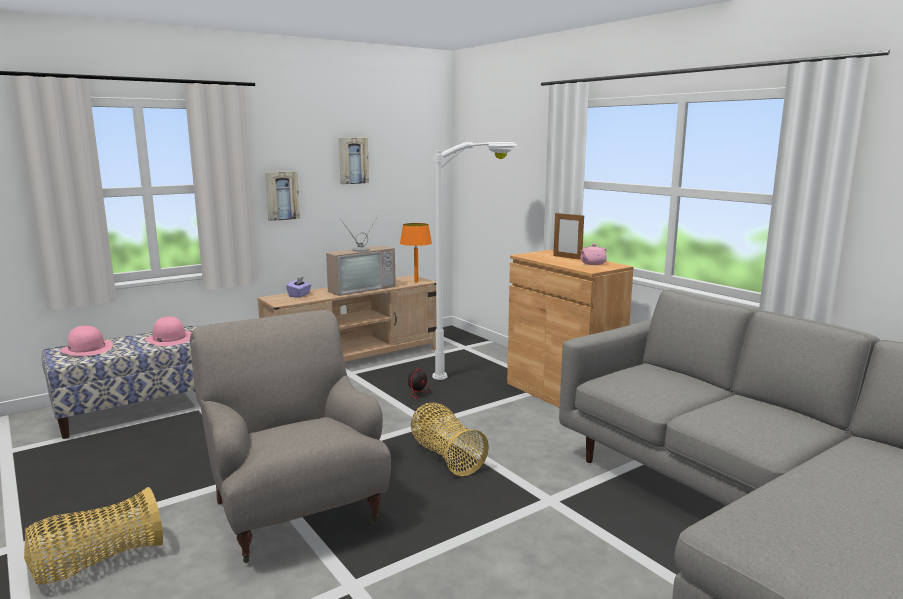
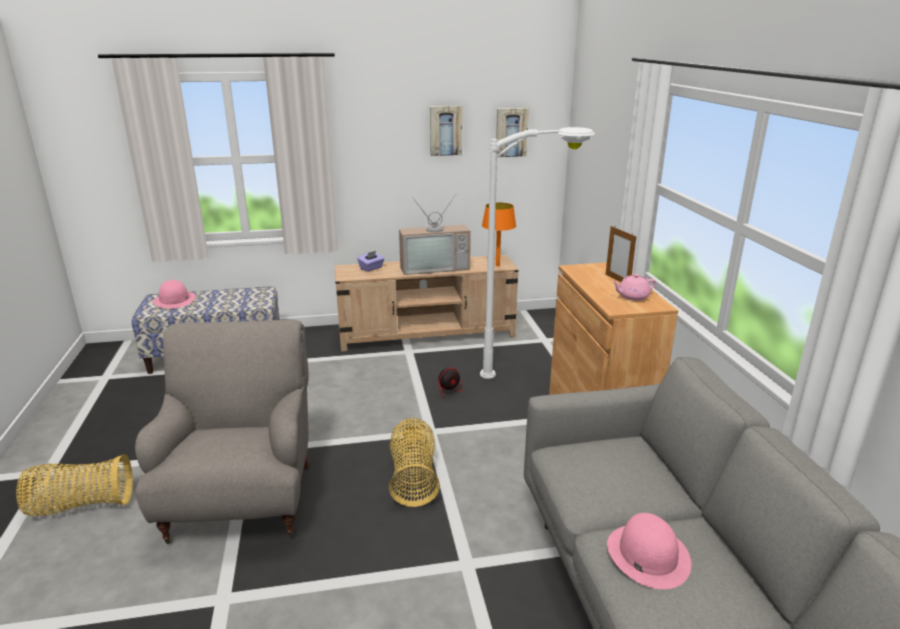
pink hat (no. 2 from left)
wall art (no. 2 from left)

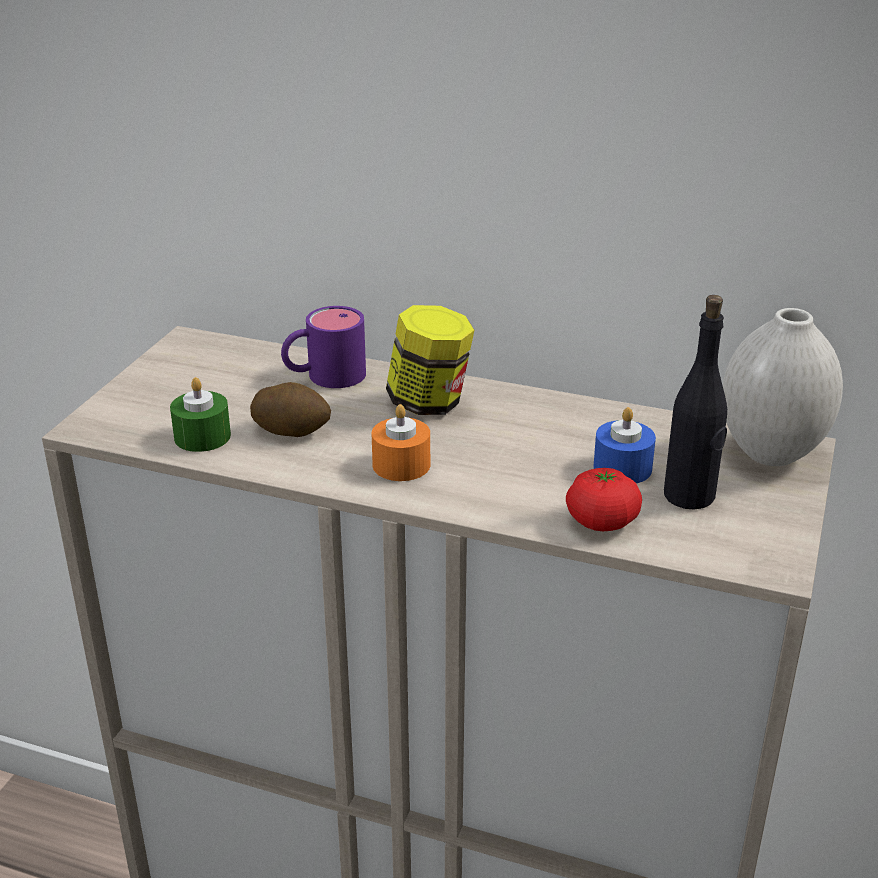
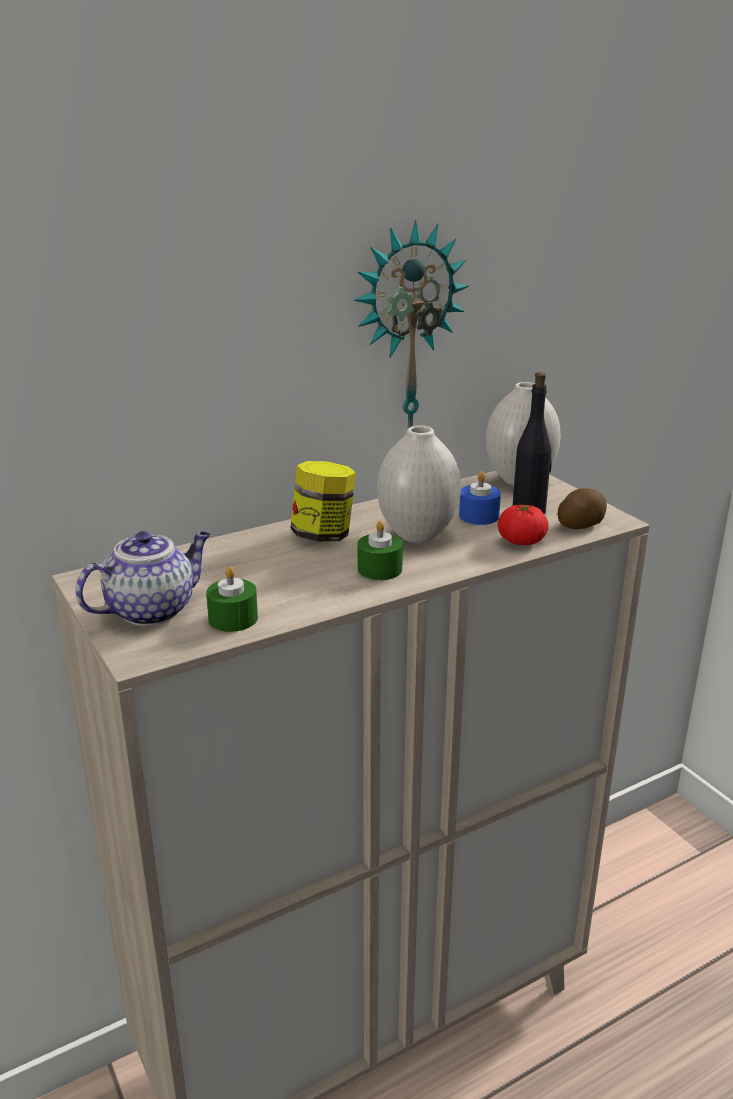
potato
purple coffee mug
green wax light (no. 2 from left)
teapot
clock on the wall
whitish vase (no. 1 from left)

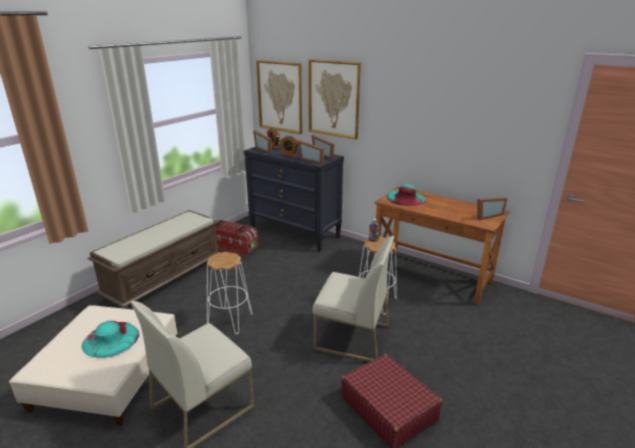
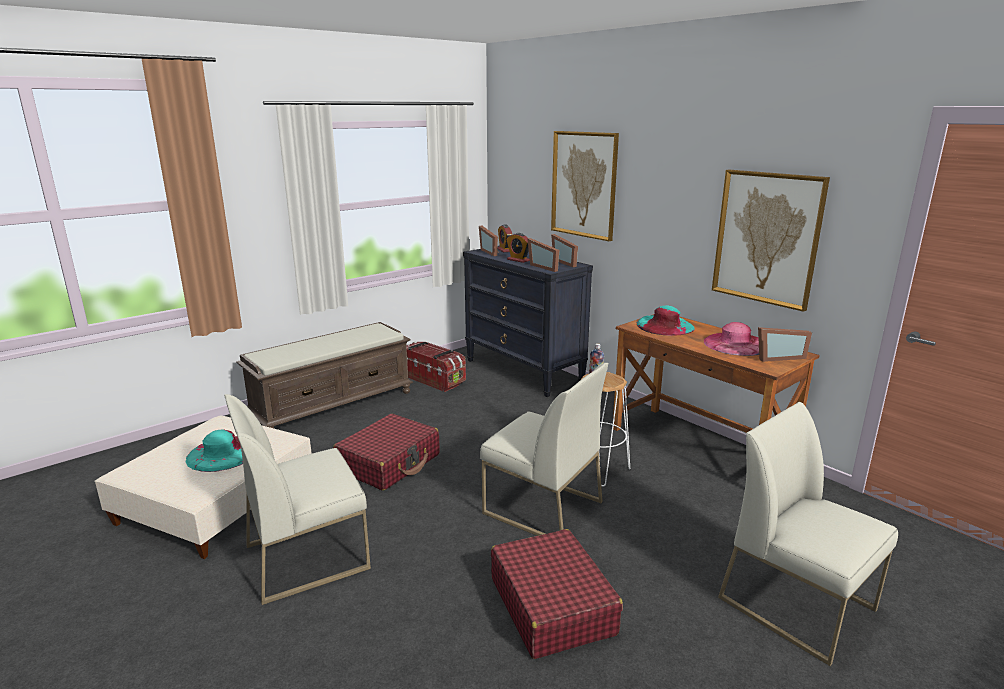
reddish travel case (no. 1 from left)
wall art (no. 2 from left)
pink hat
whitish upright chair (no. 3 from left)

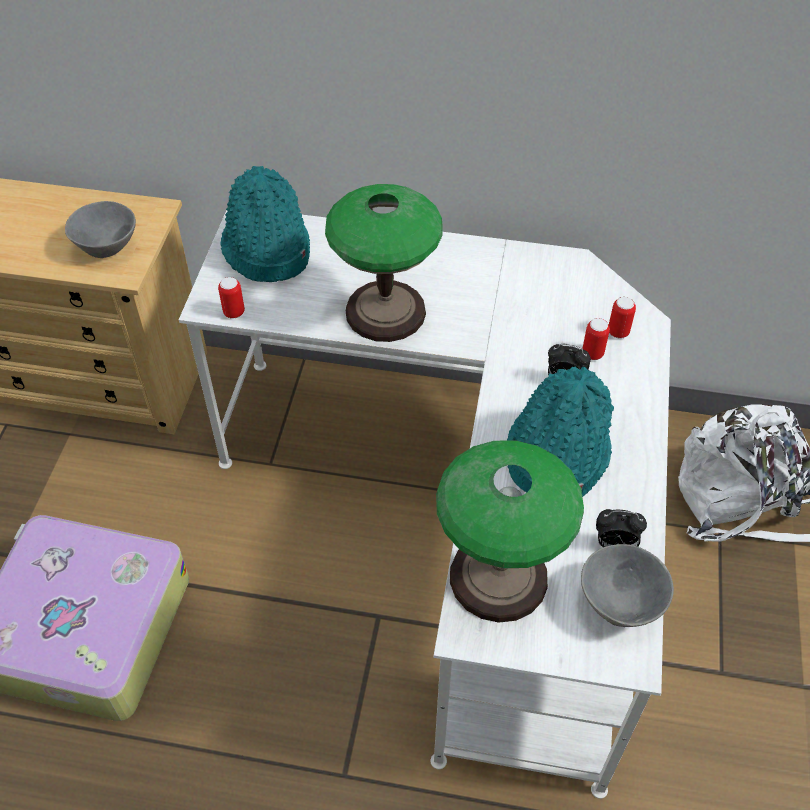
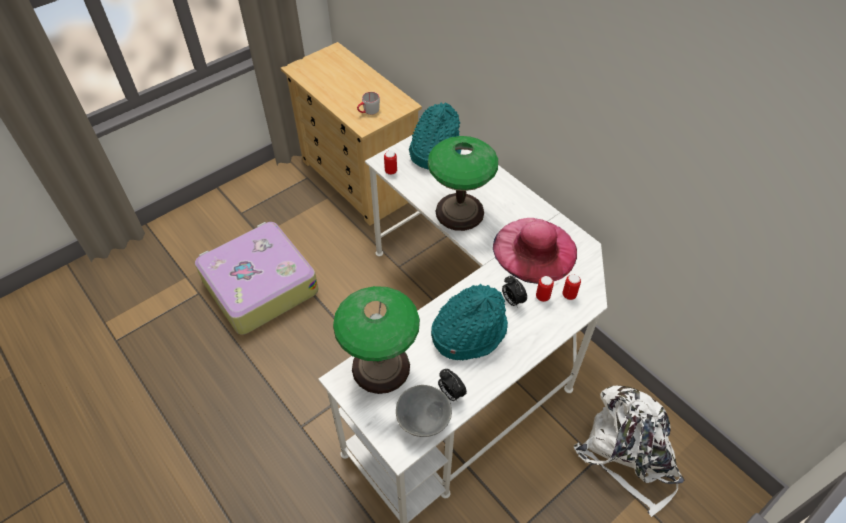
gray coffee mug
pink hat

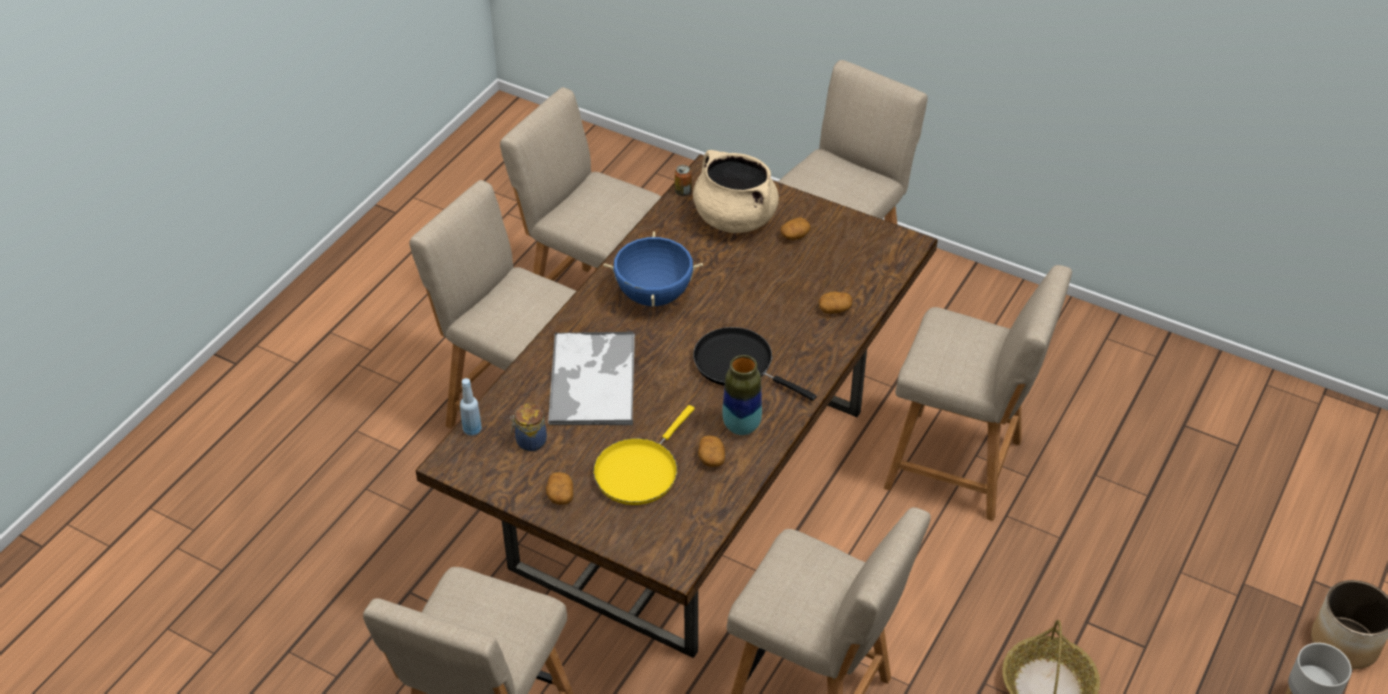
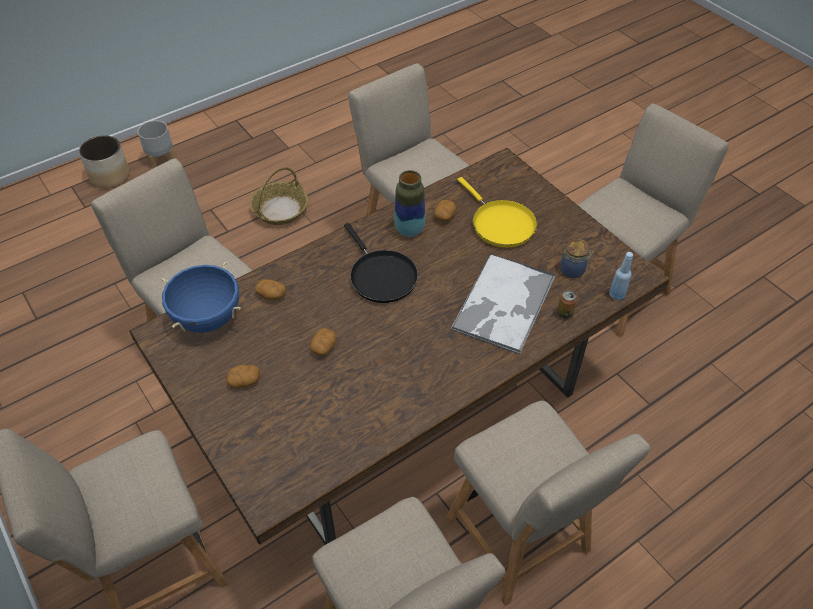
potato (no. 3 from left)
yellowish pan
blue-coloured saucepot
sealed can
beige saucepot

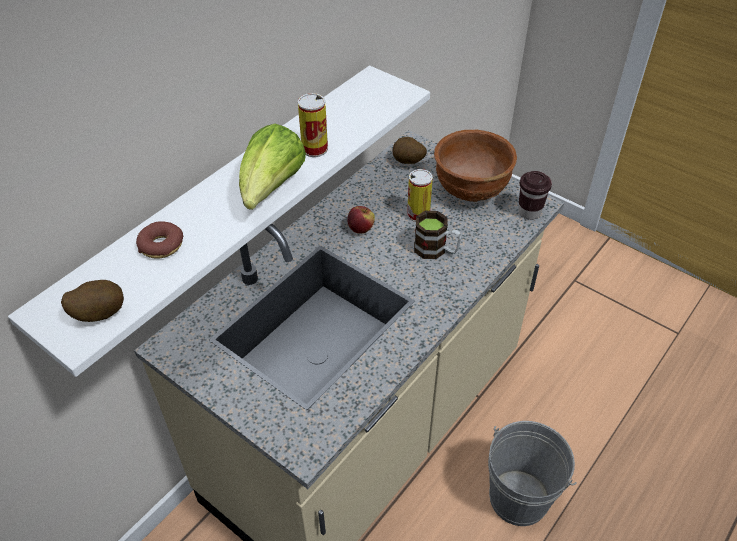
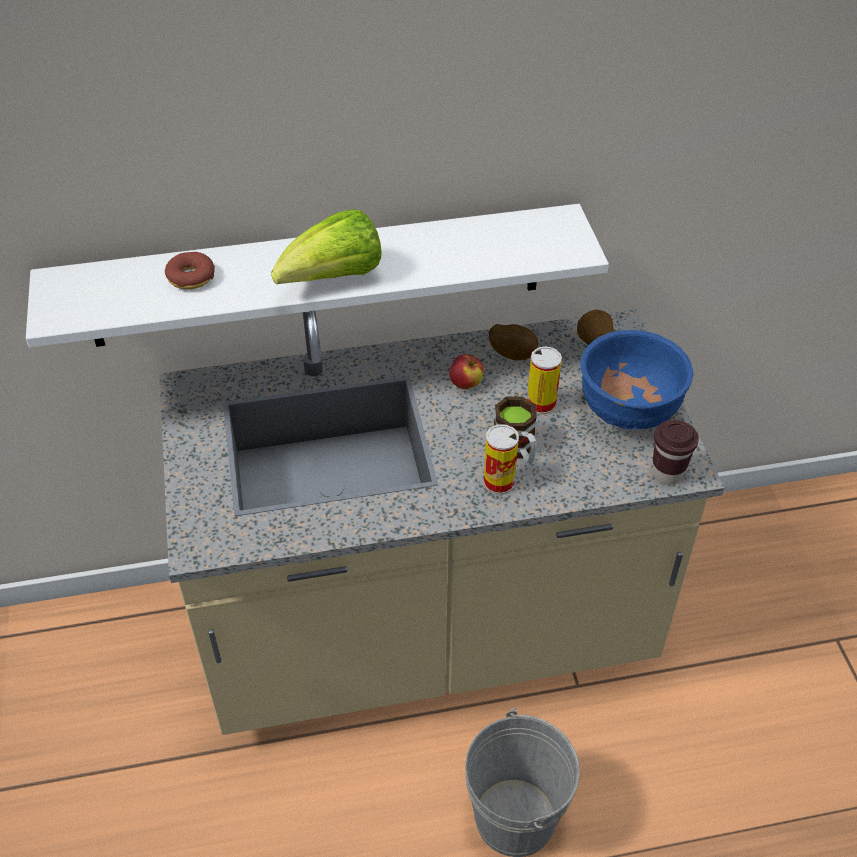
potato (no. 1 from left)
sealed can (no. 1 from left)
blue-coloured bowl

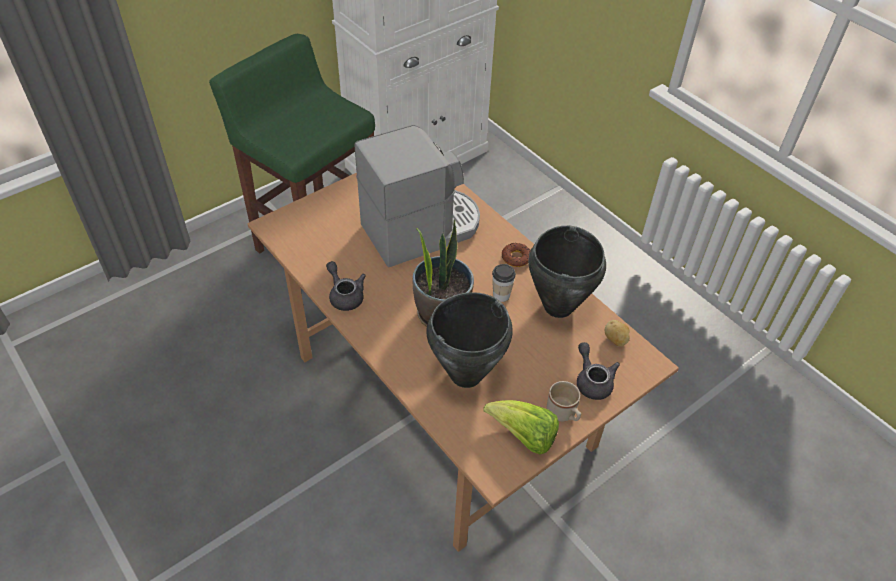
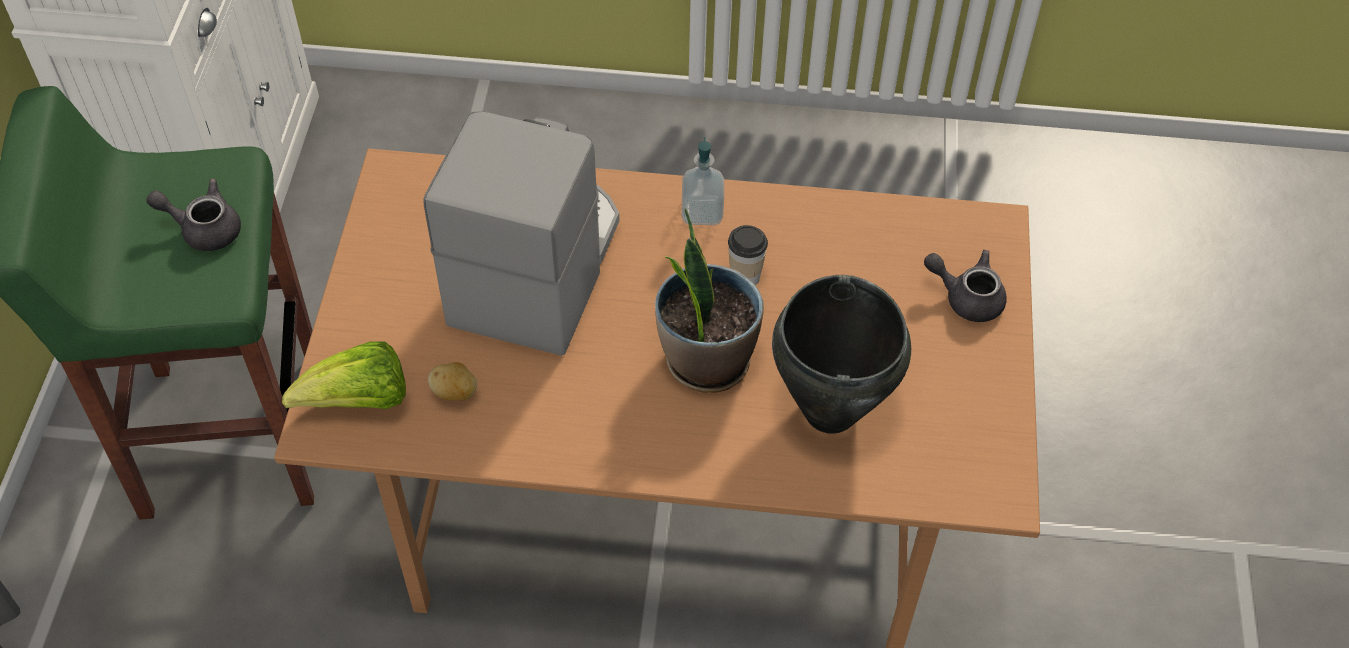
gray teapot (no. 1 from left)
lettuce
soap dispenser
black saucepot (no. 2 from left in the first image)
beige coffee mug
potato

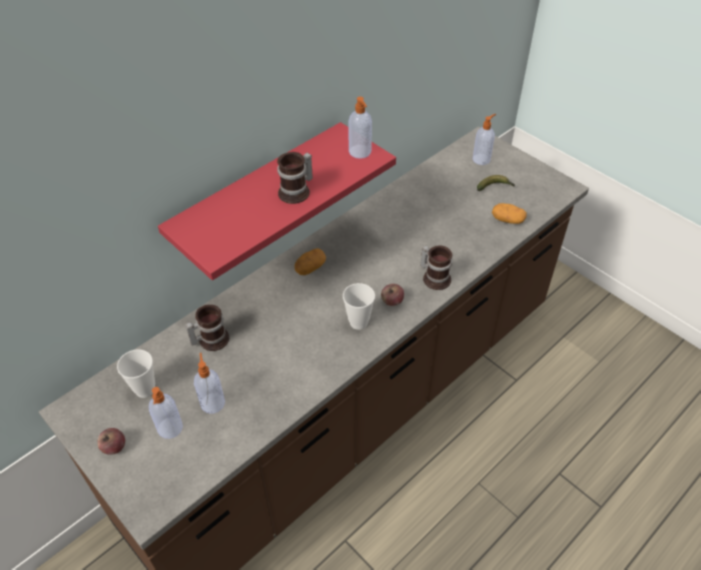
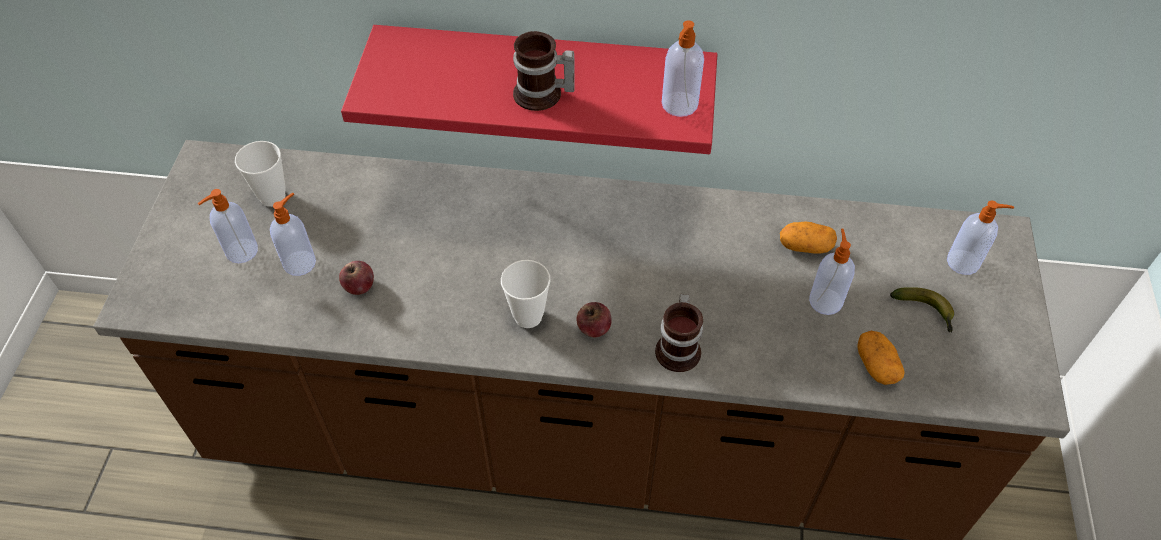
apple fruit (no. 1 from left)
coffee mug (no. 1 from left in the first image)
potato (no. 1 from left)
soap dispenser (no. 4 from left)

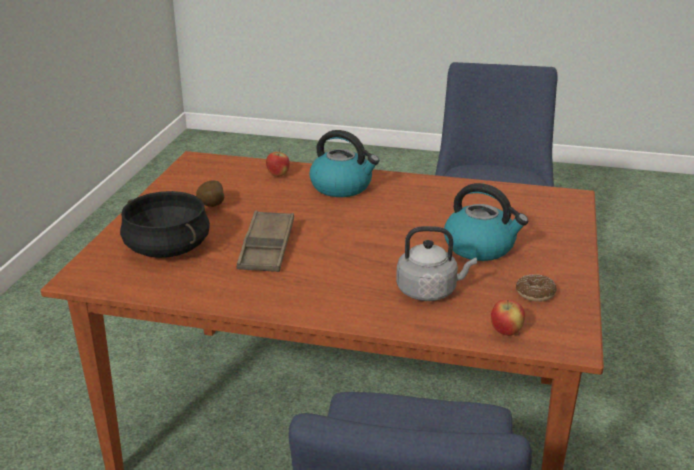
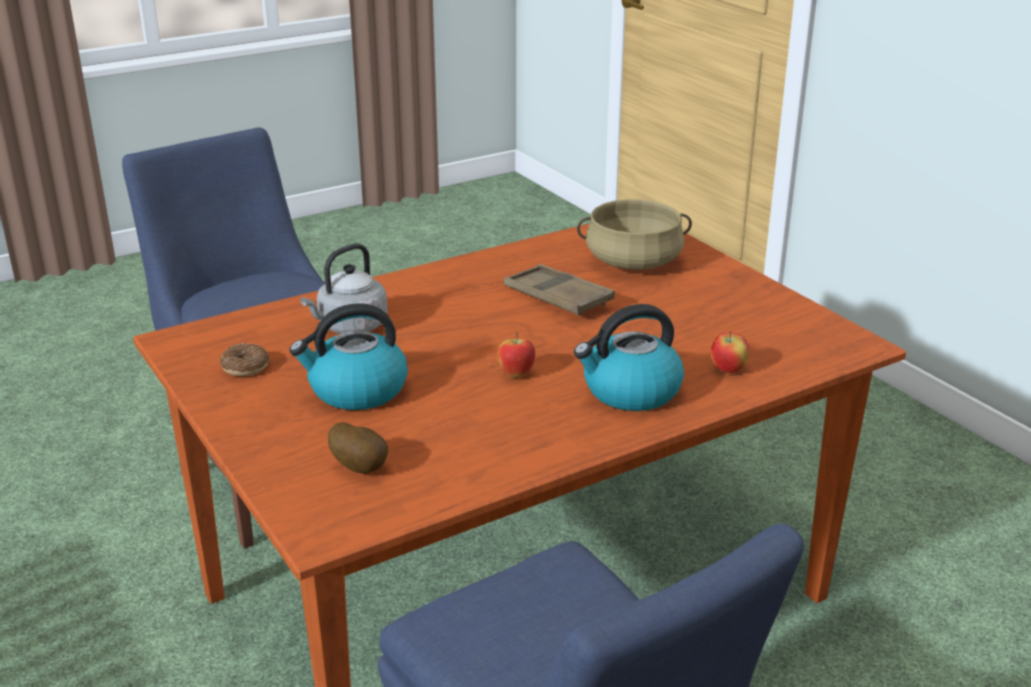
beige saucepot
potato
apple fruit (no. 1 from left)

